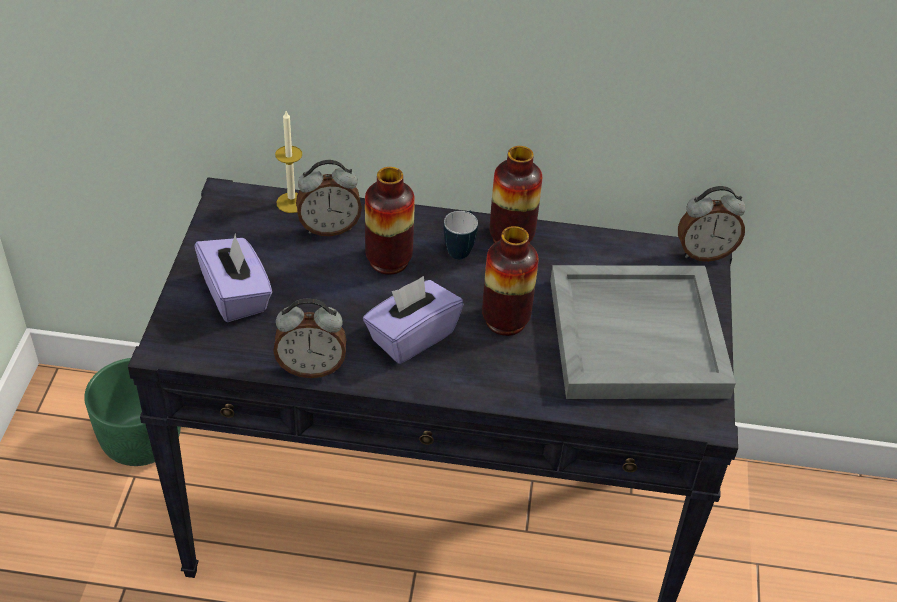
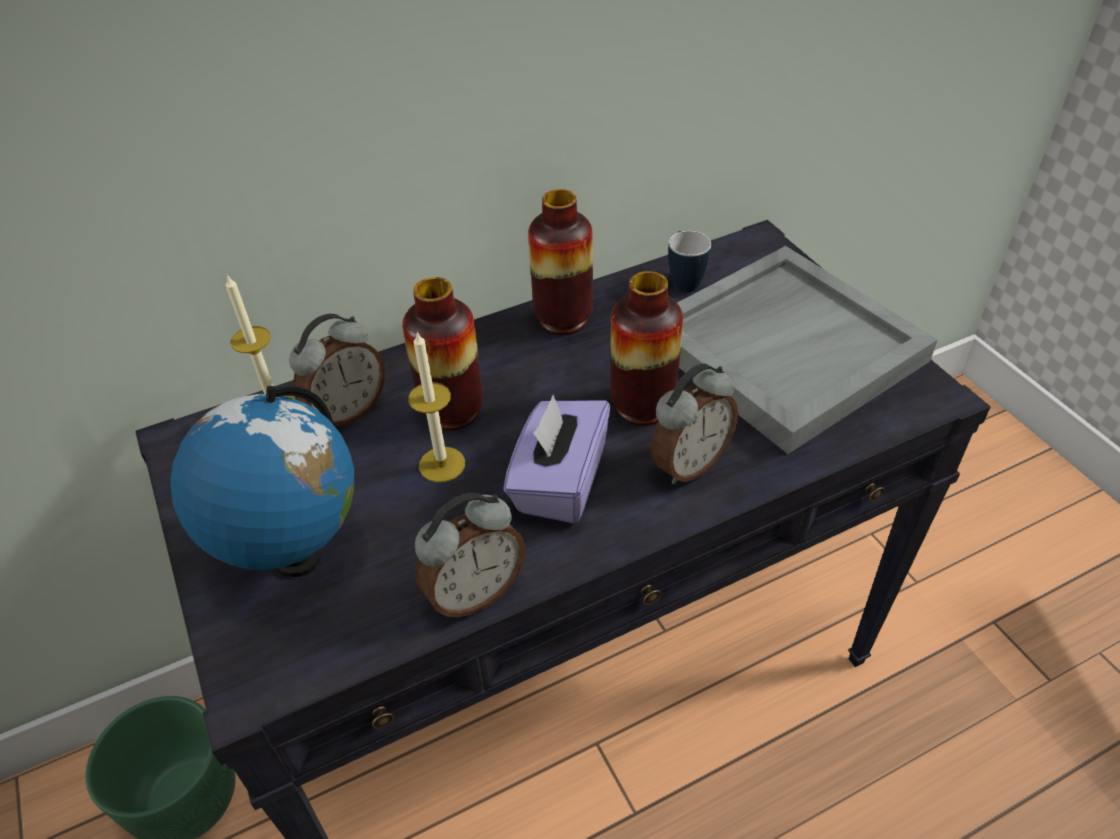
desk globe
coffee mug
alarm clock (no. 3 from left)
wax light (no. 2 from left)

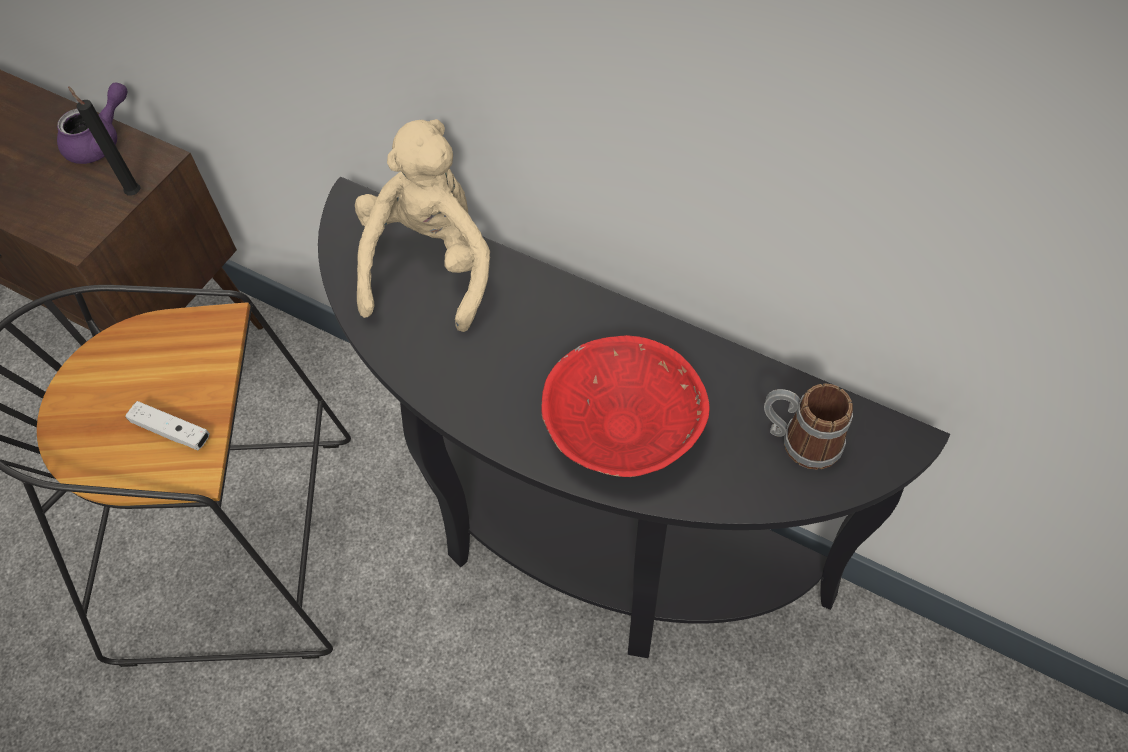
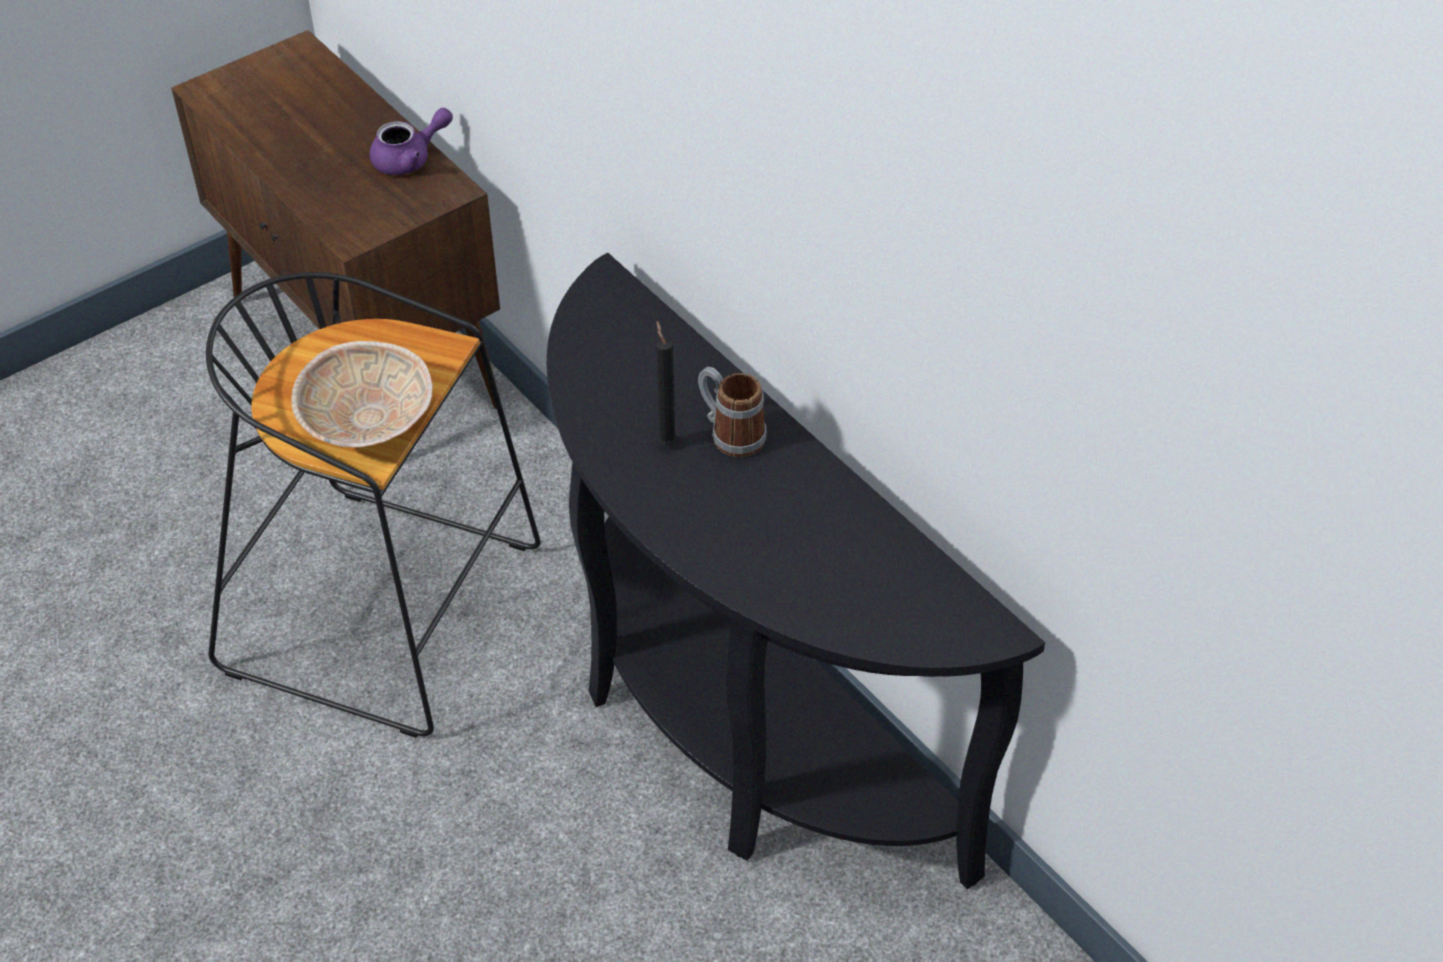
black wax light
beige bowl
beige soft toy
reddish bowl
coffee mug

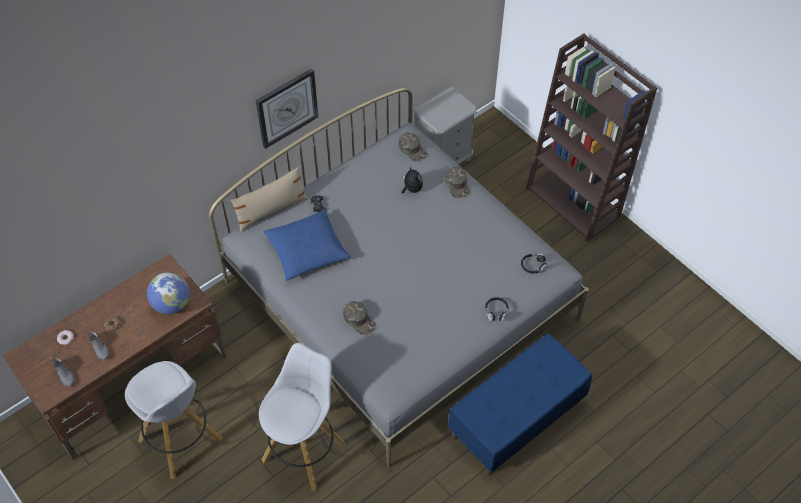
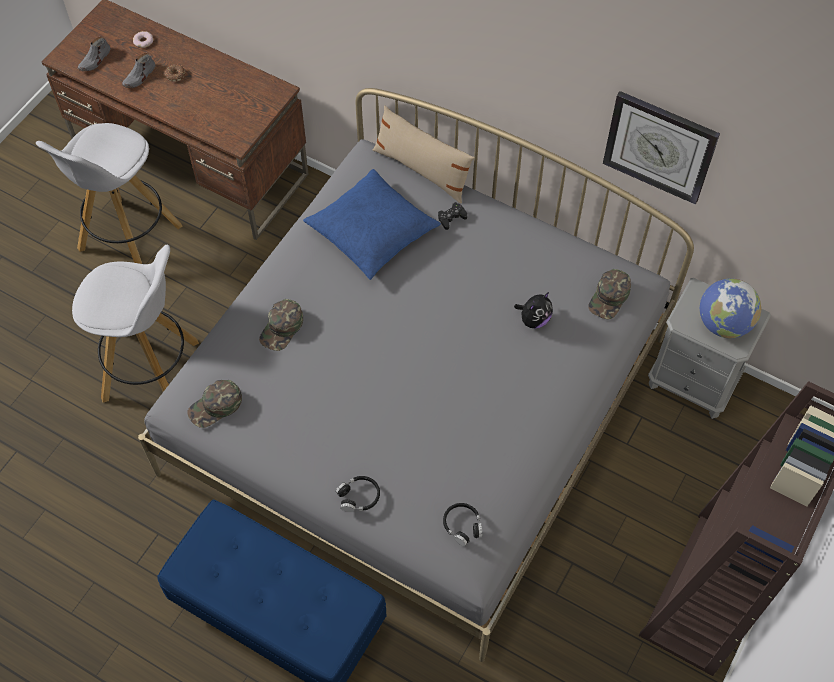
desk globe
clock on the wall
green baseball cap (no. 1 from left)

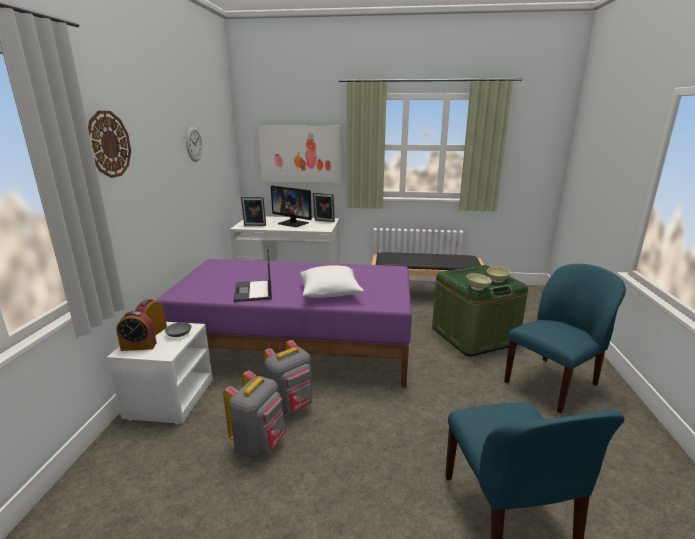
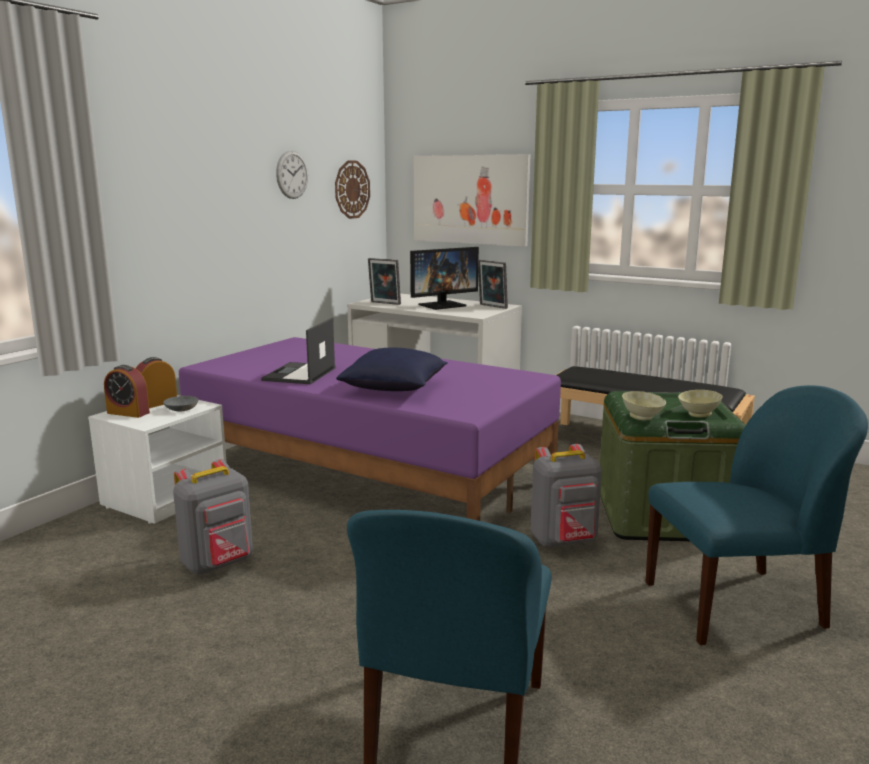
clock on the wall (no. 2 from left)
gray backpack (no. 2 from left)
monitor
blue-coloured cushion

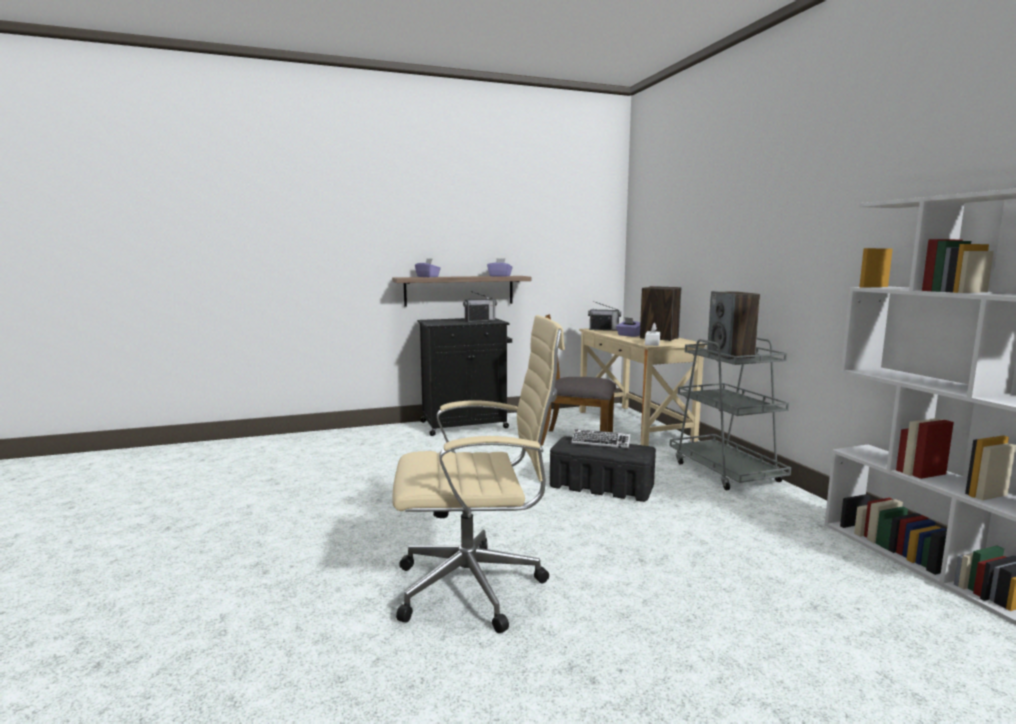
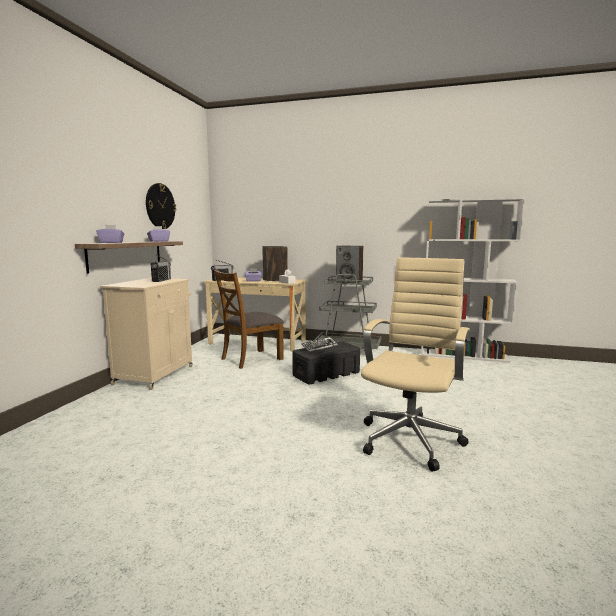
beige cabinet
clock on the wall

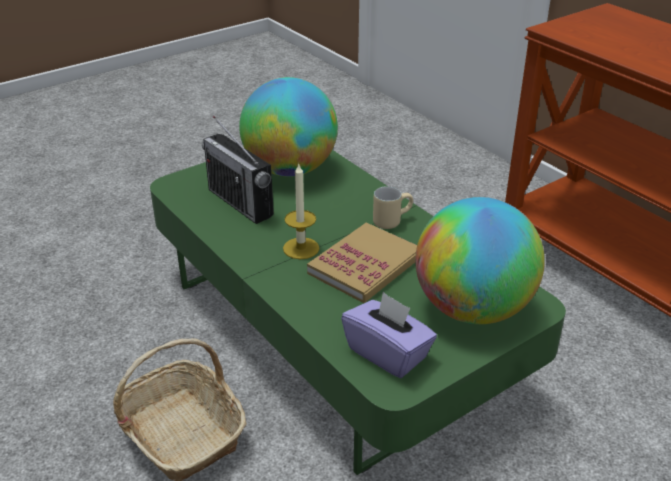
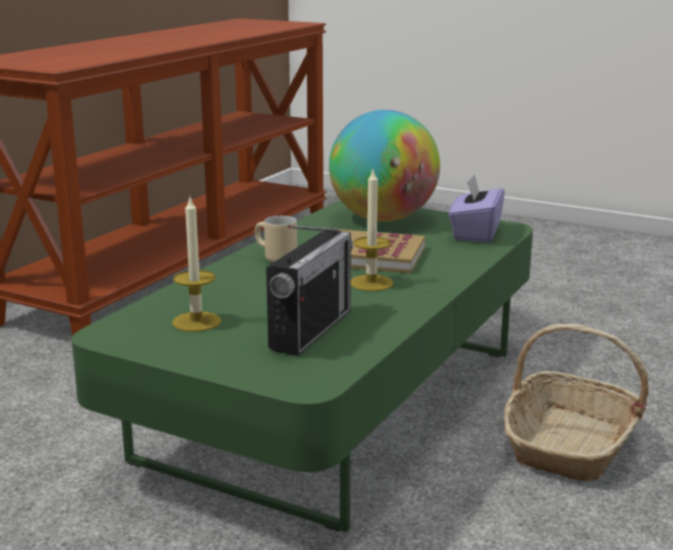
wax light (no. 1 from left)

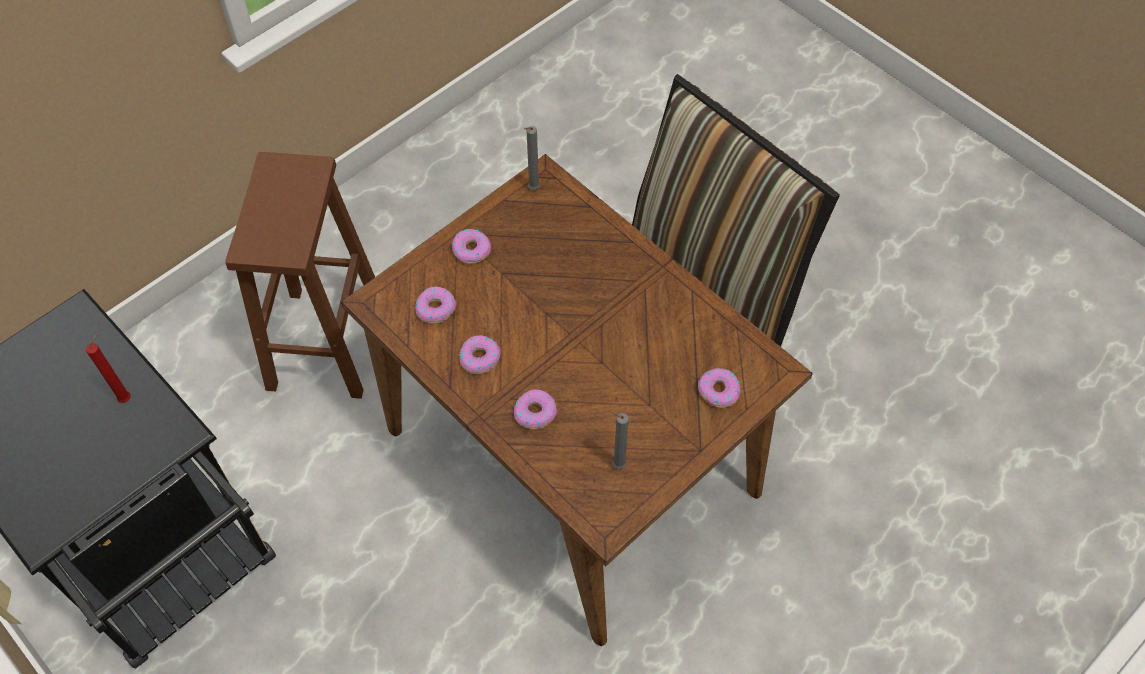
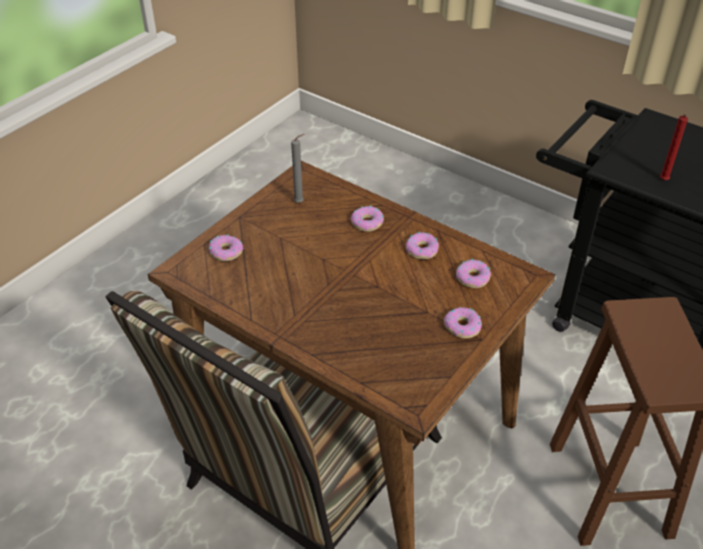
gray wax light (no. 1 from left in the first image)

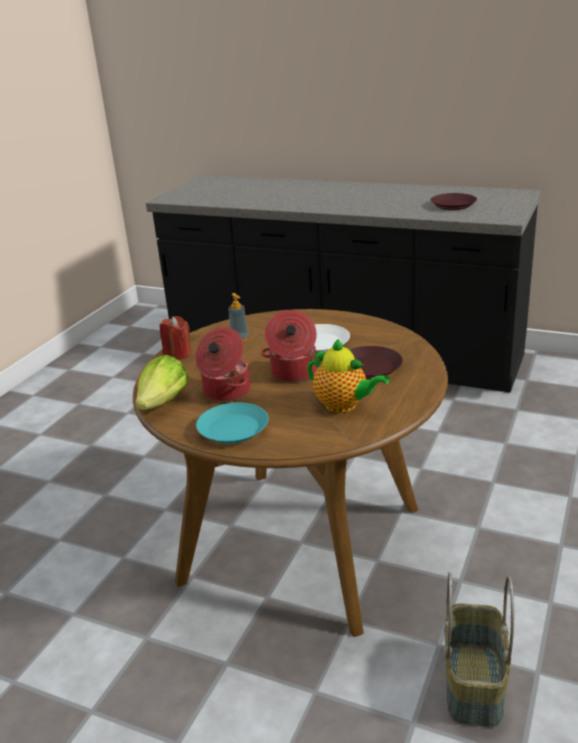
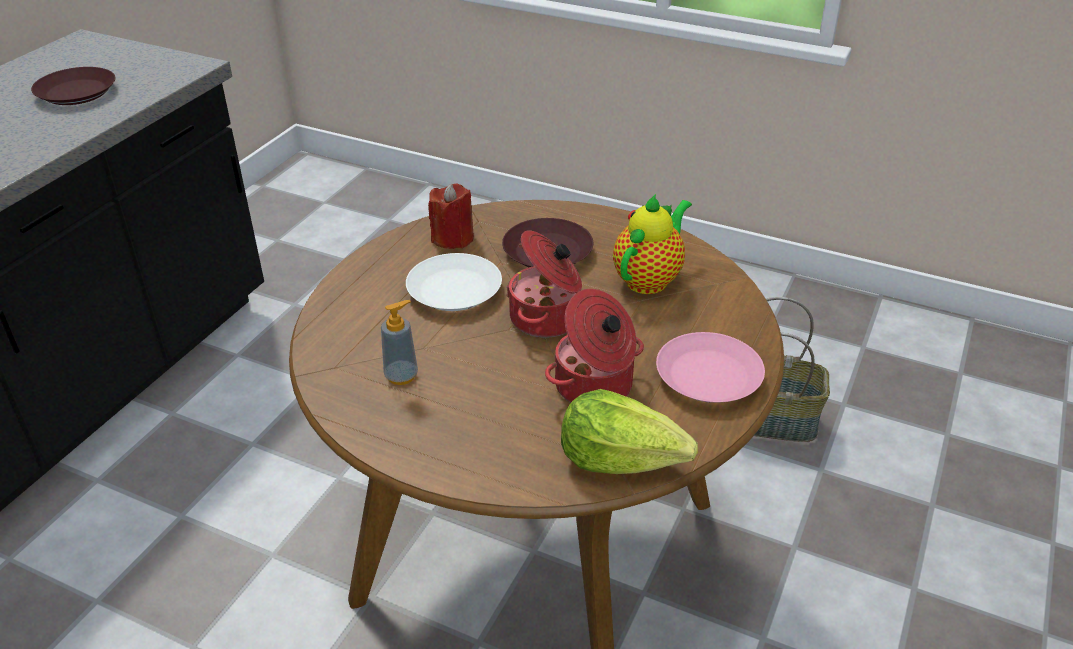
reddish wax light
pink flat dish

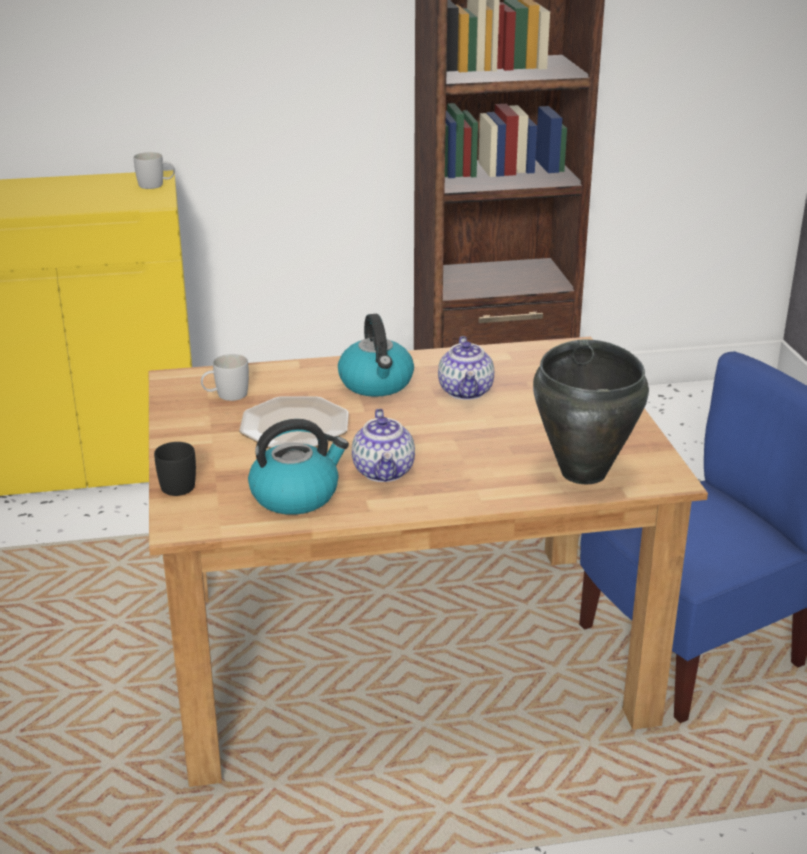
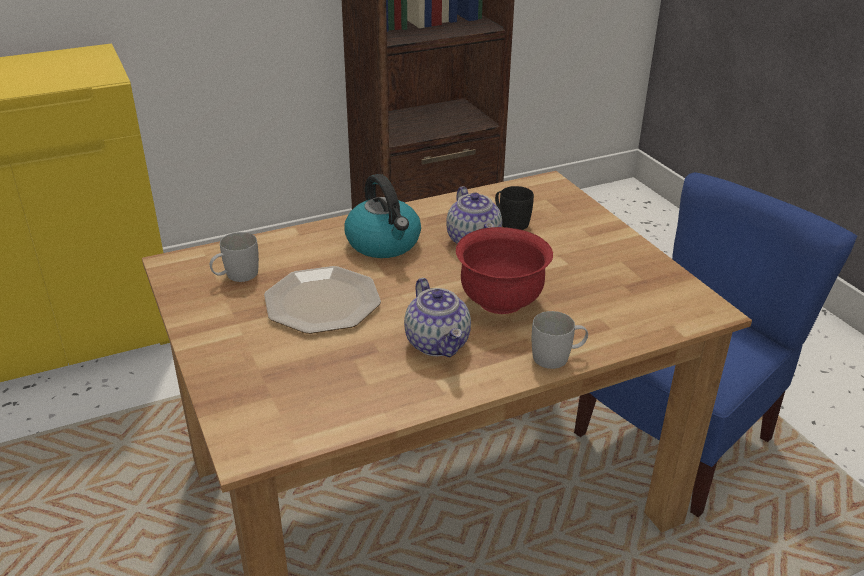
whitish coffee mug (no. 2 from left)
black coffee mug
water kettle (no. 1 from left in the first image)
black saucepot
reddish bowl

